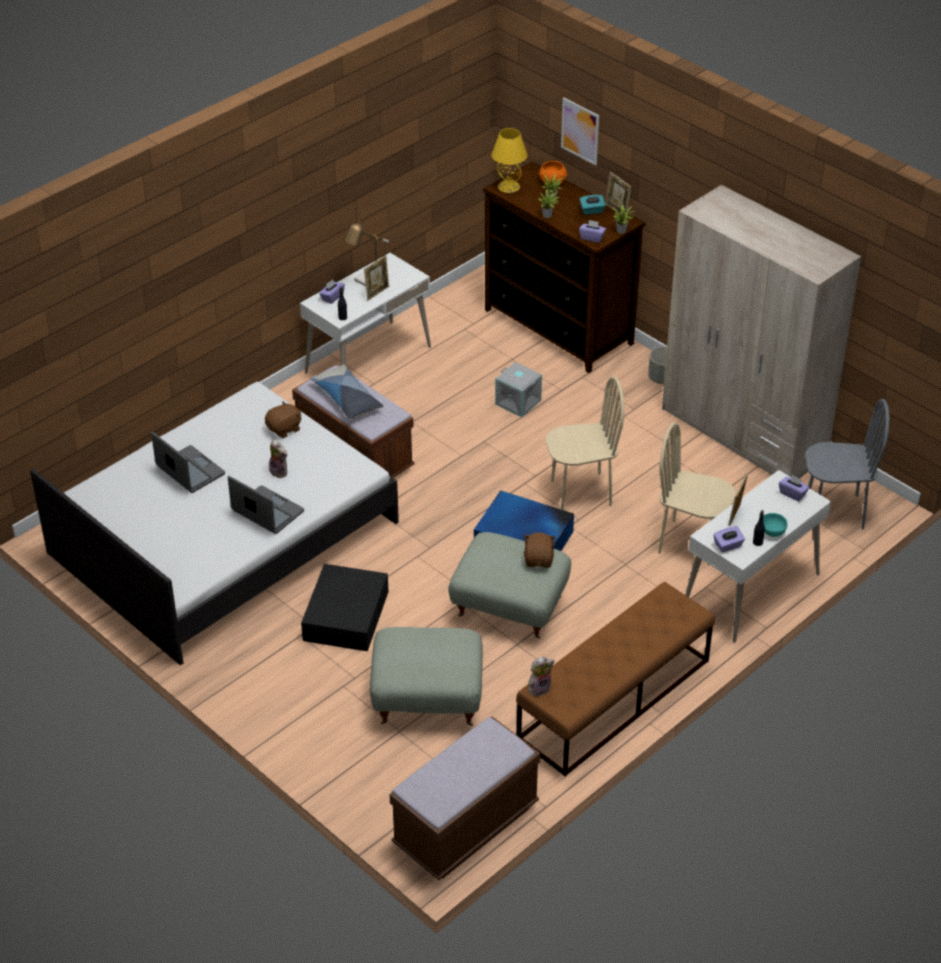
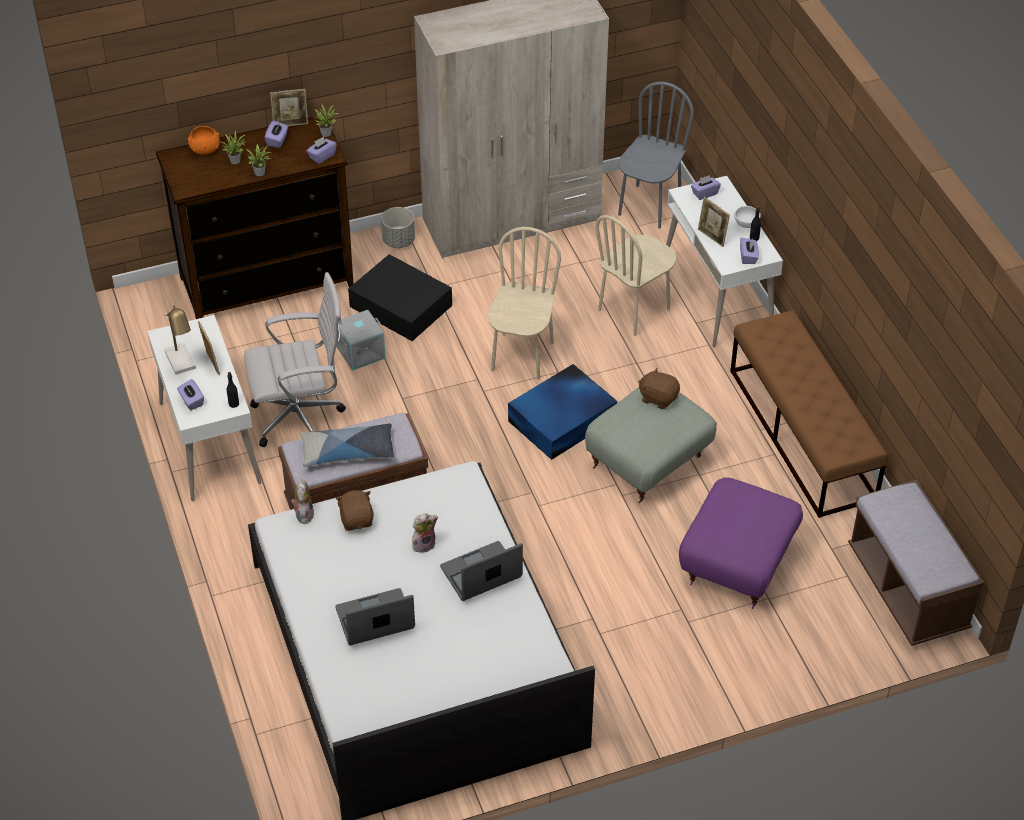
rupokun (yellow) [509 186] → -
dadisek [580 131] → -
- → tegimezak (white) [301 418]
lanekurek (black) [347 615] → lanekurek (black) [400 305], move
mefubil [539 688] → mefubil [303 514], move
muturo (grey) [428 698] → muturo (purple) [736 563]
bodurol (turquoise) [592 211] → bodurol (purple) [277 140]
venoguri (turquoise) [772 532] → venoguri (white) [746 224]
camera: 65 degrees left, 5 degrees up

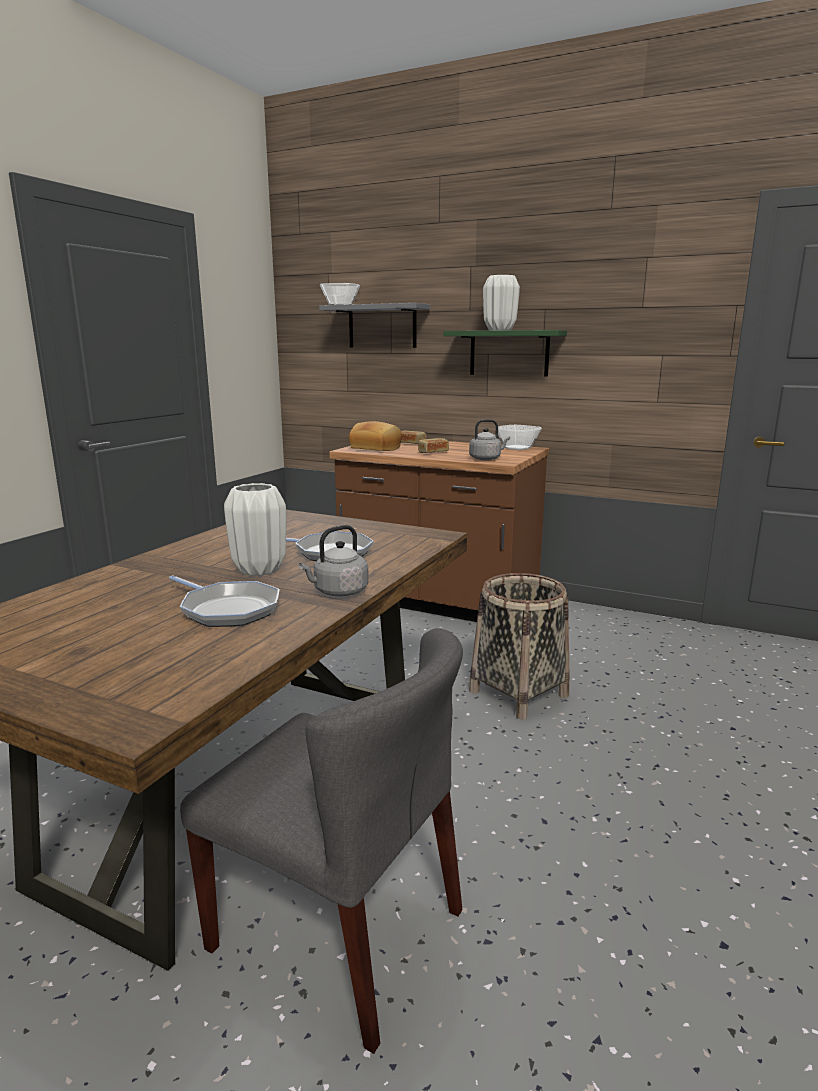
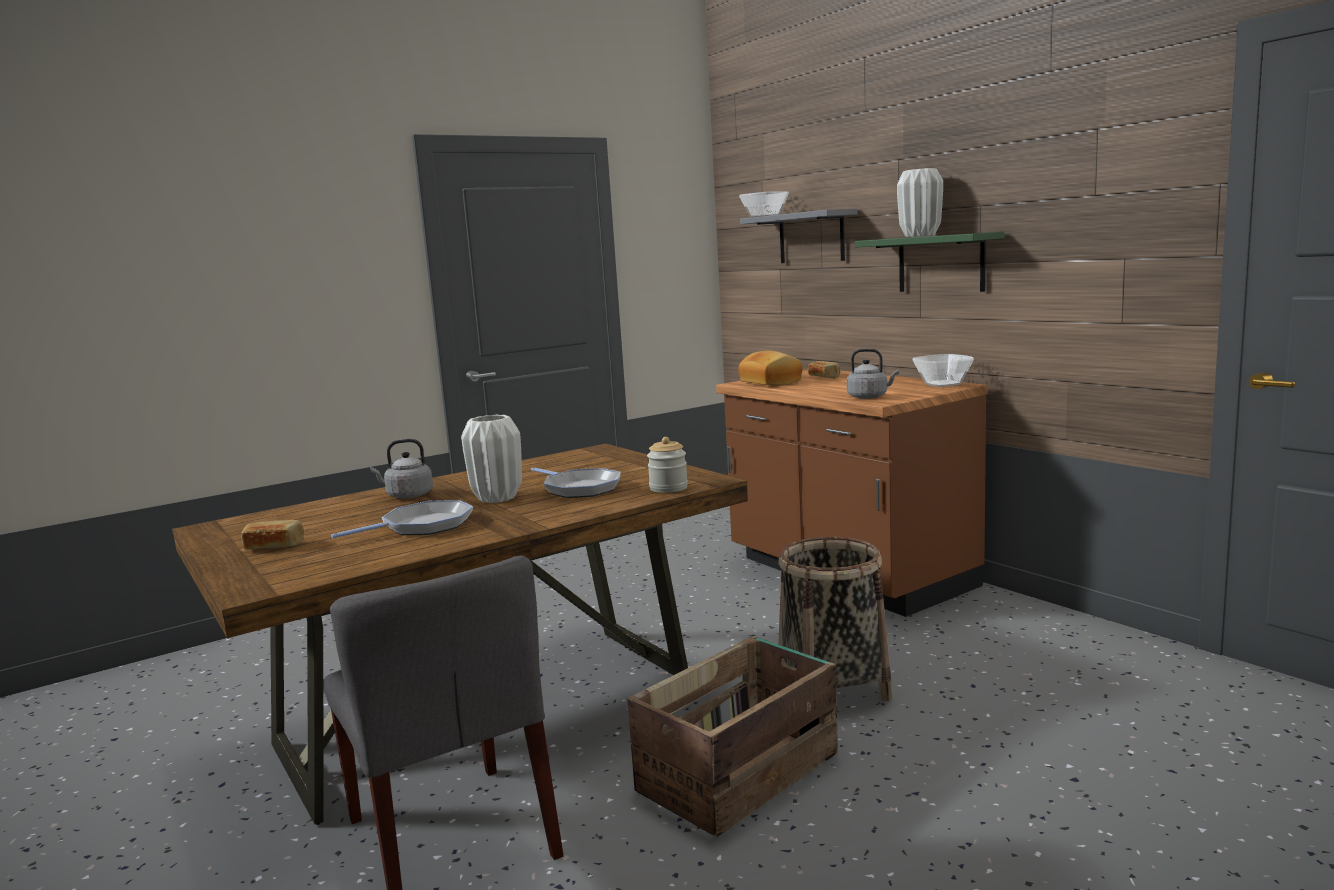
- → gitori [741 772]
- → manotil [668 488]
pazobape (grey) [338 592] → pazobape (grey) [407 495], move
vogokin [432 452] → vogokin [275 546], move
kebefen [227 609] → kebefen [422 526], 105 degrees counterclockwise
camera: 30 degrees right, 5 degrees down

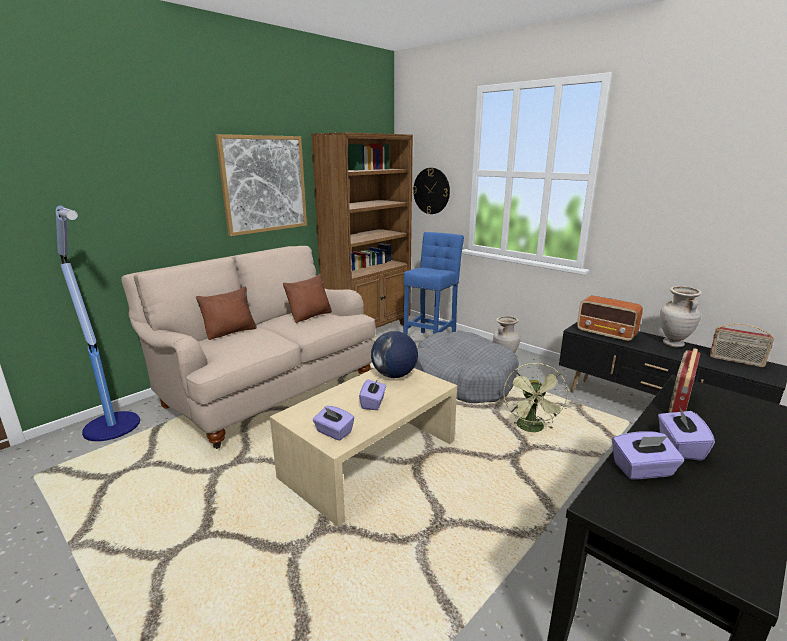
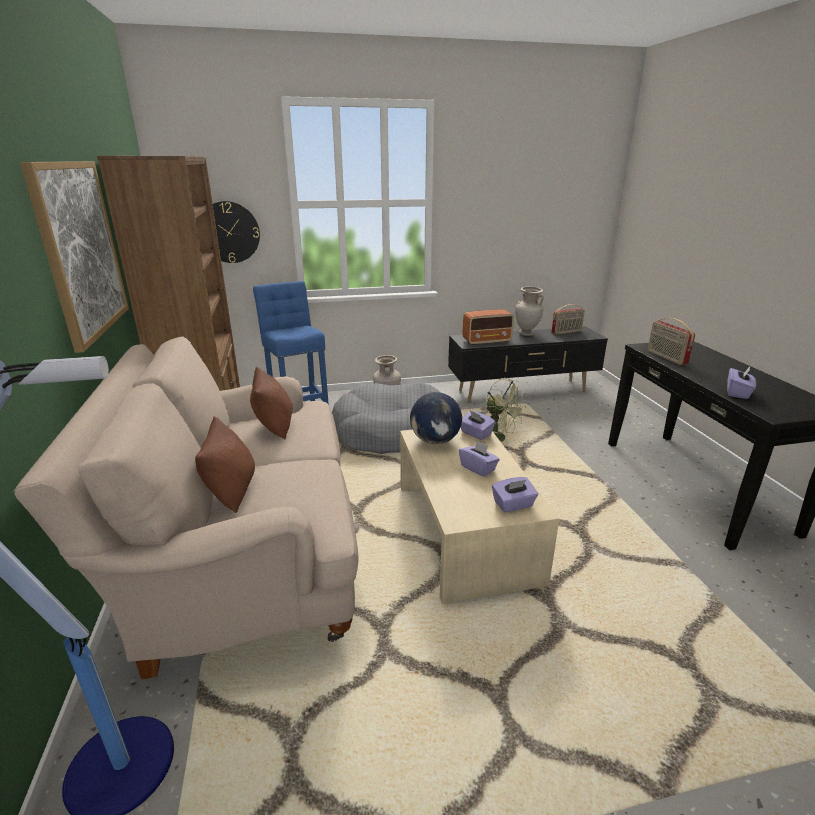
bodurol (purple) [679 447] → bodurol (purple) [475 433], move
camera: 55 degrees left, 5 degrees up

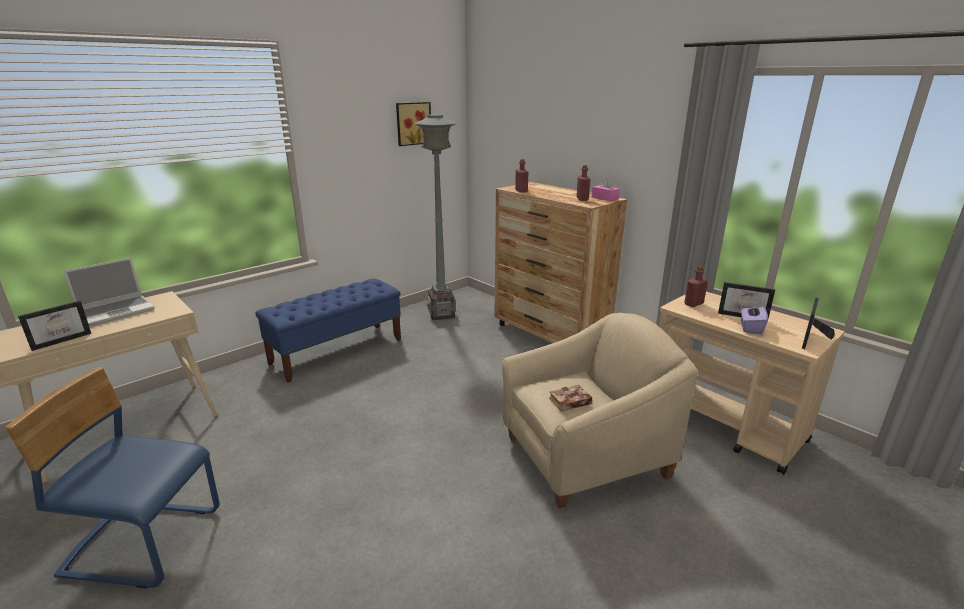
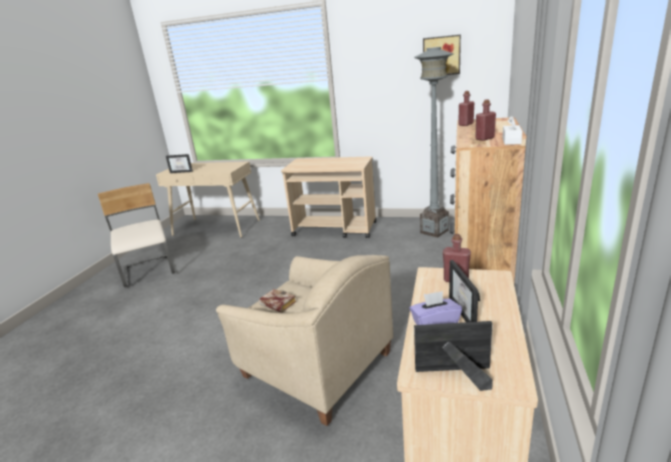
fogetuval [117 311] → -
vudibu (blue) [337 351] → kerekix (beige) [335 229]
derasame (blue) [145 542] → derasame (beige) [149 271]
bodurol (pink) [605 198] → bodurol (white) [511 141]
camera: 60 degrees right, 0 degrees up

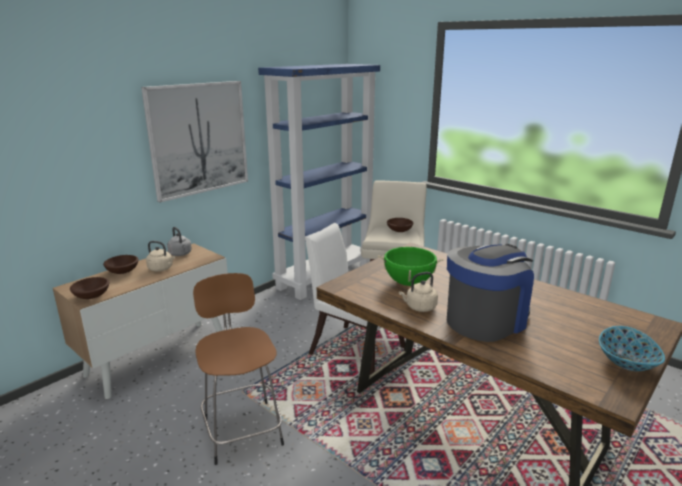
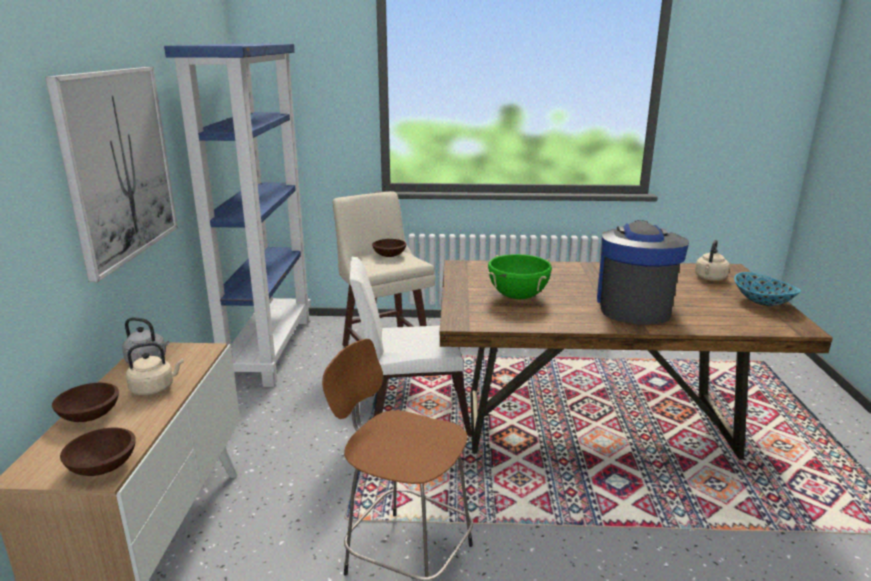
pazobape (beige) [419 307] → pazobape (beige) [709 278], move
camera: 40 degrees left, 0 degrees up

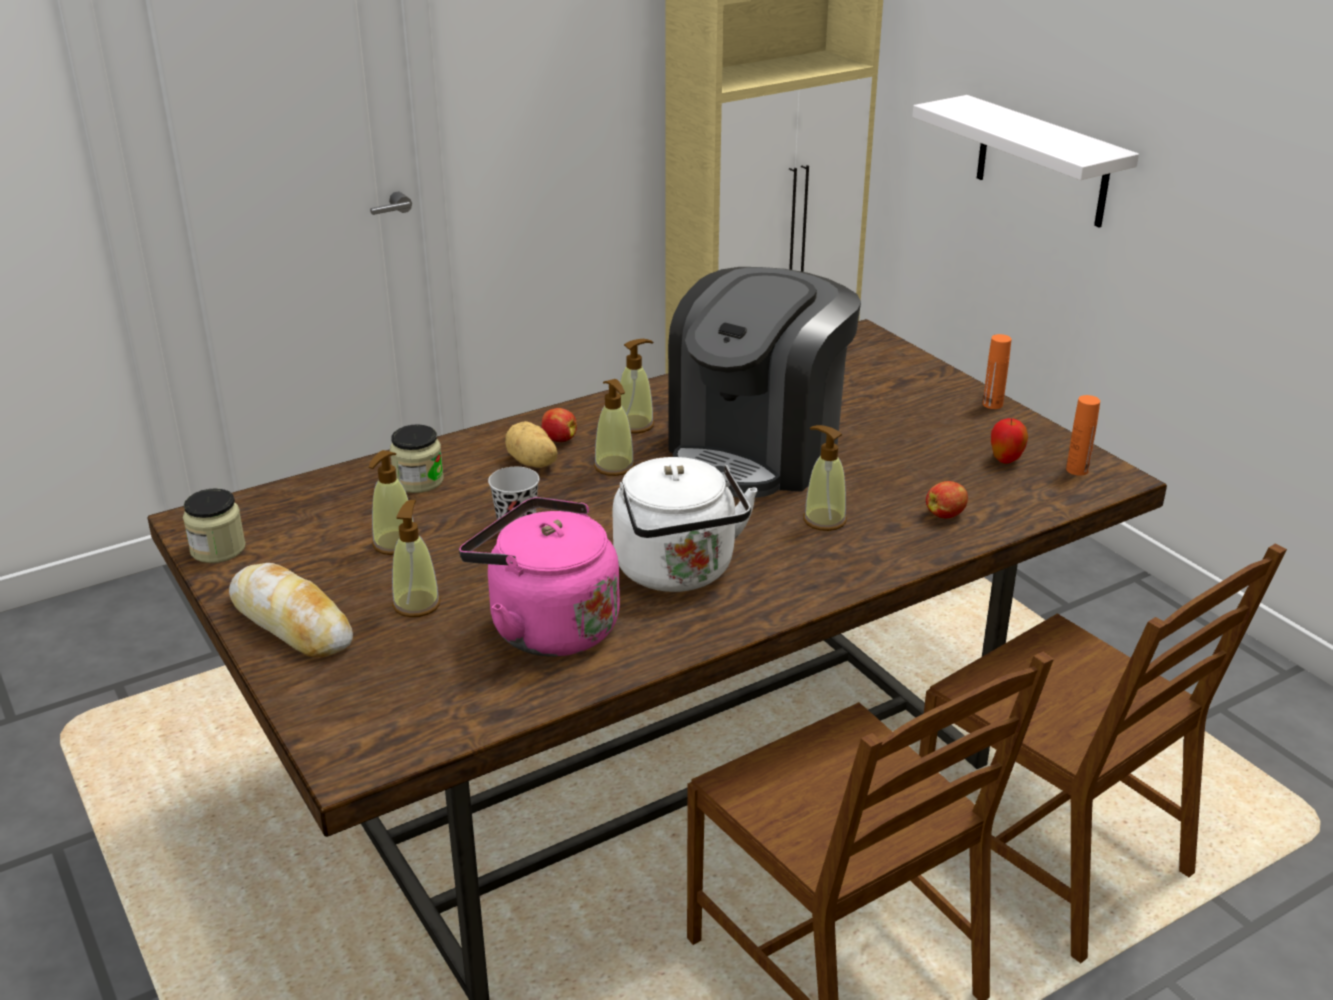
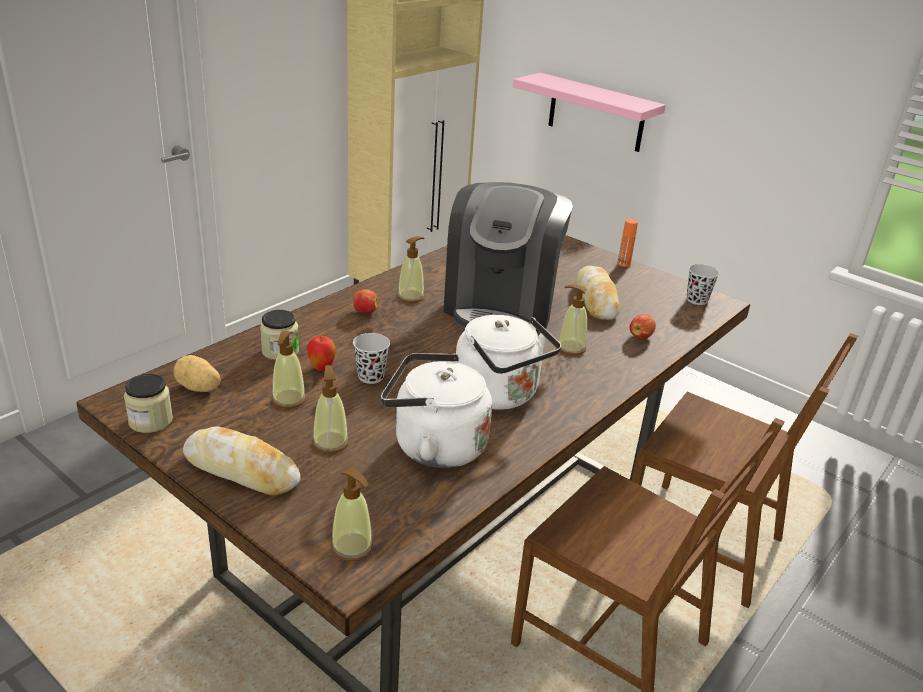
- → vogokin [596 300]
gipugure [532 463] → gipugure [198 388], move
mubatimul [614 467] → mubatimul [352 547], move
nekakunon [1006 460] → nekakunon [321 368], move
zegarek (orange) [1077 470] → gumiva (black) [697 300]
pazobape (pink) [546 626] → pazobape (white) [433 446]
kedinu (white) [1042 162] → kedinu (pink) [596 113]
camera: 20 degrees left, 0 degrees up

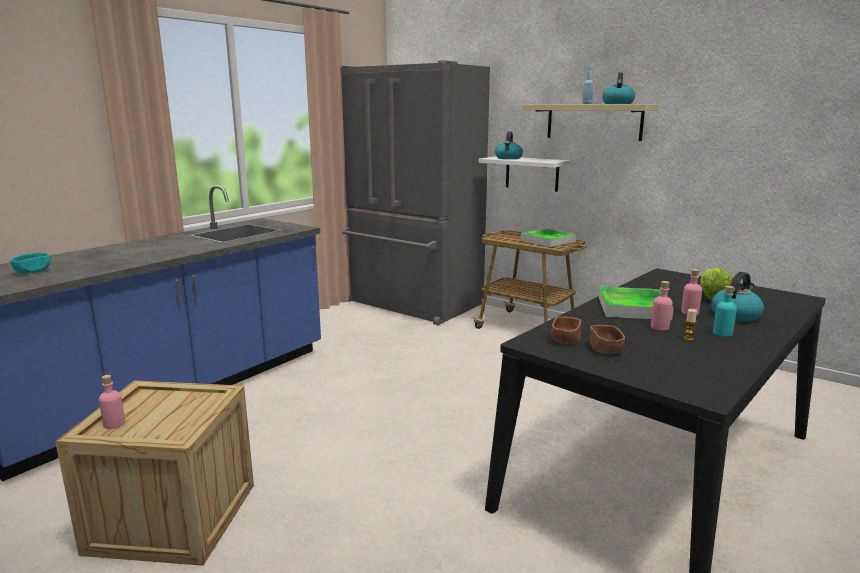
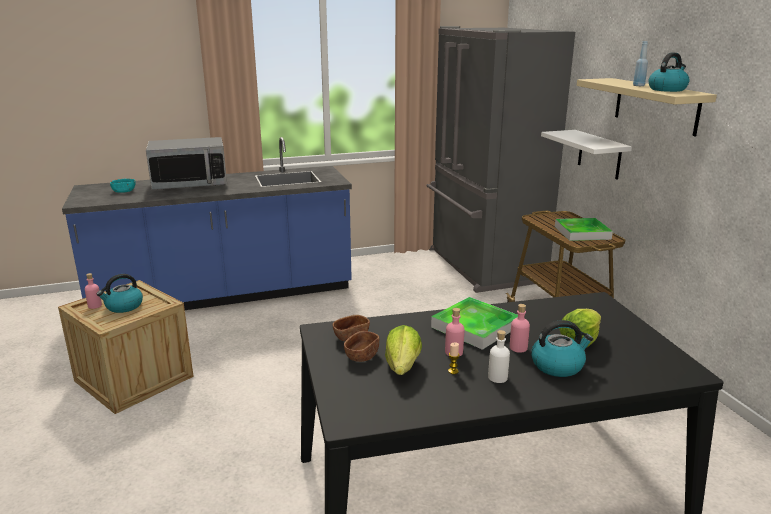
- → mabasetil [190 183]
- → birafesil [402 367]
pazobape [508 158] → pazobape [123 306], move
zegarek (turquoise) [722 333] → zegarek (white) [497 377]
camera: 35 degrees right, 5 degrees up

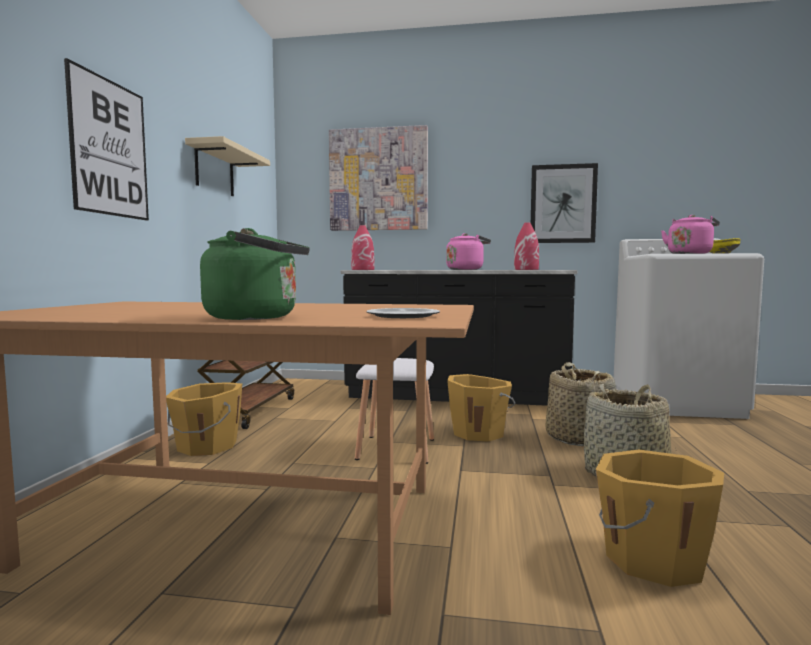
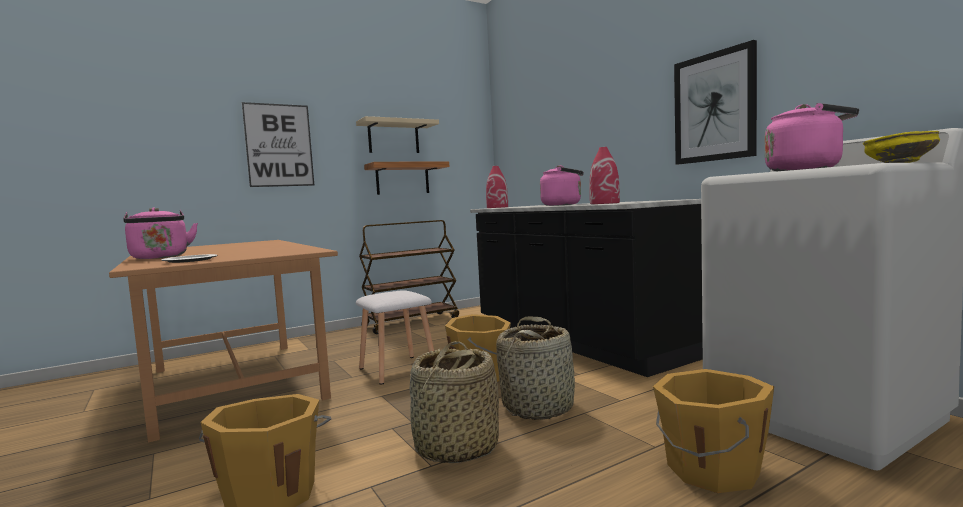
dadisek [378 180] → -
- → kedinu [402 179]
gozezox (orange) [206 446] → gozezox (orange) [710 470], move
pazobape (green) [258 317] → pazobape (pink) [160 257]
camera: 50 degrees right, 0 degrees up

